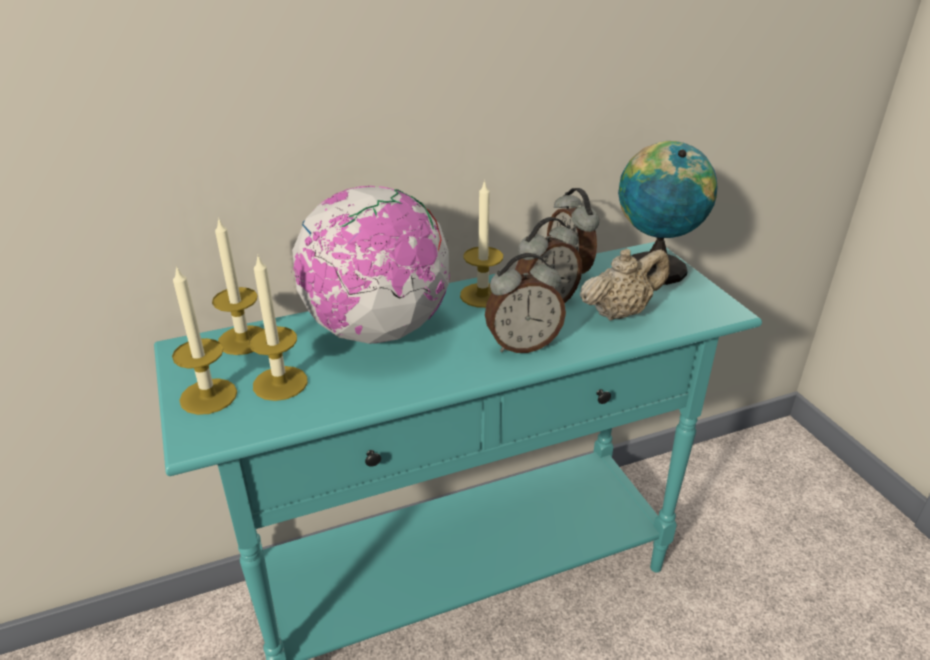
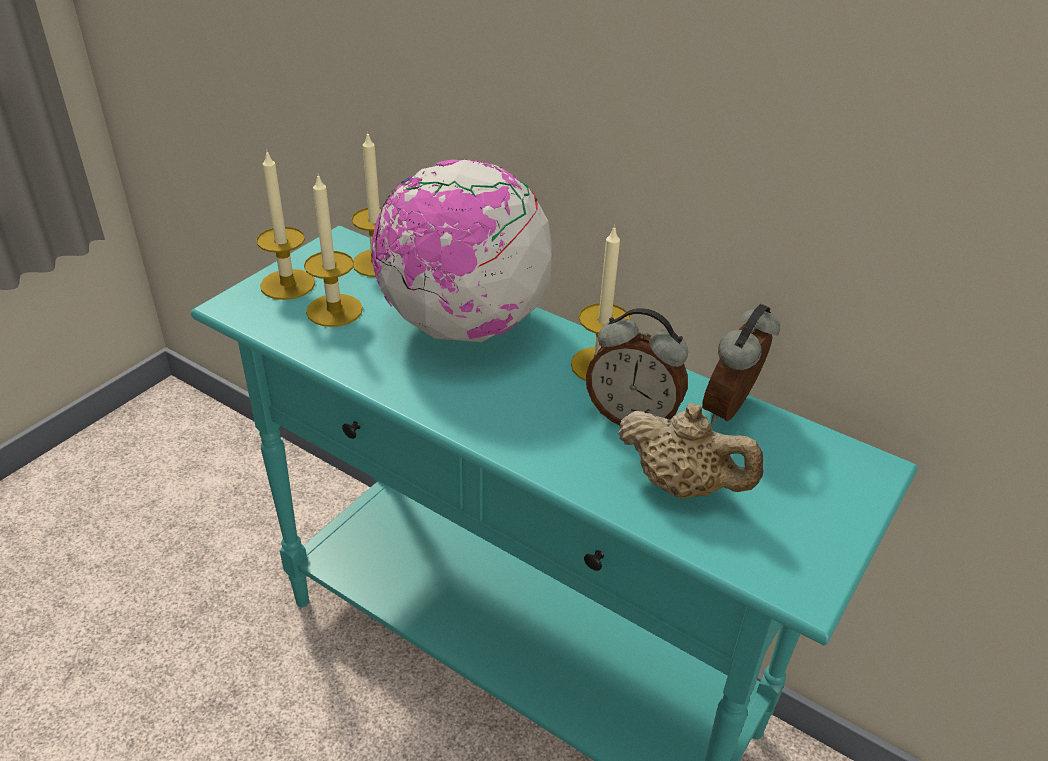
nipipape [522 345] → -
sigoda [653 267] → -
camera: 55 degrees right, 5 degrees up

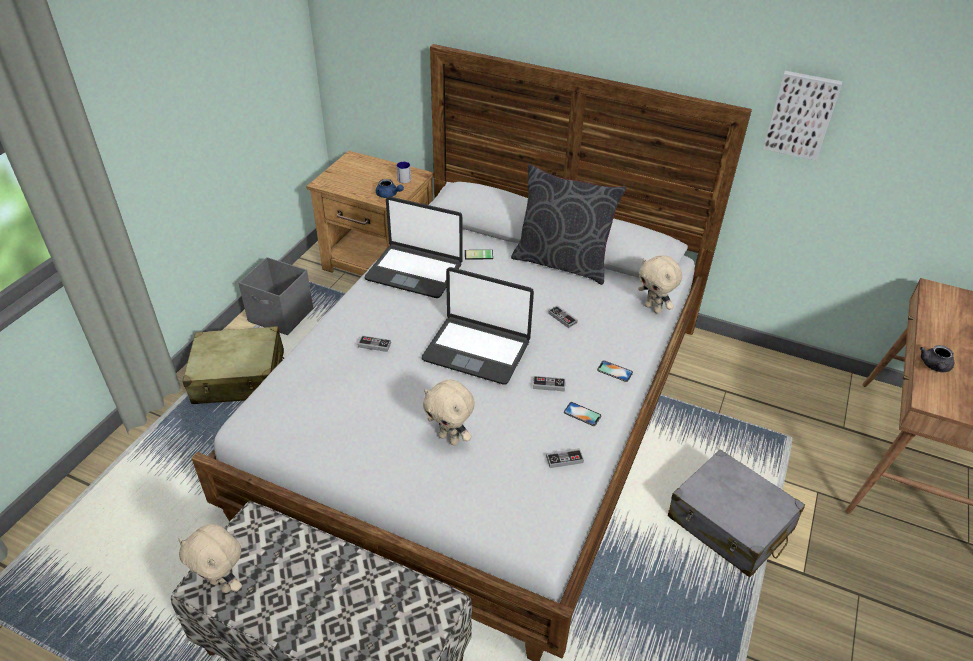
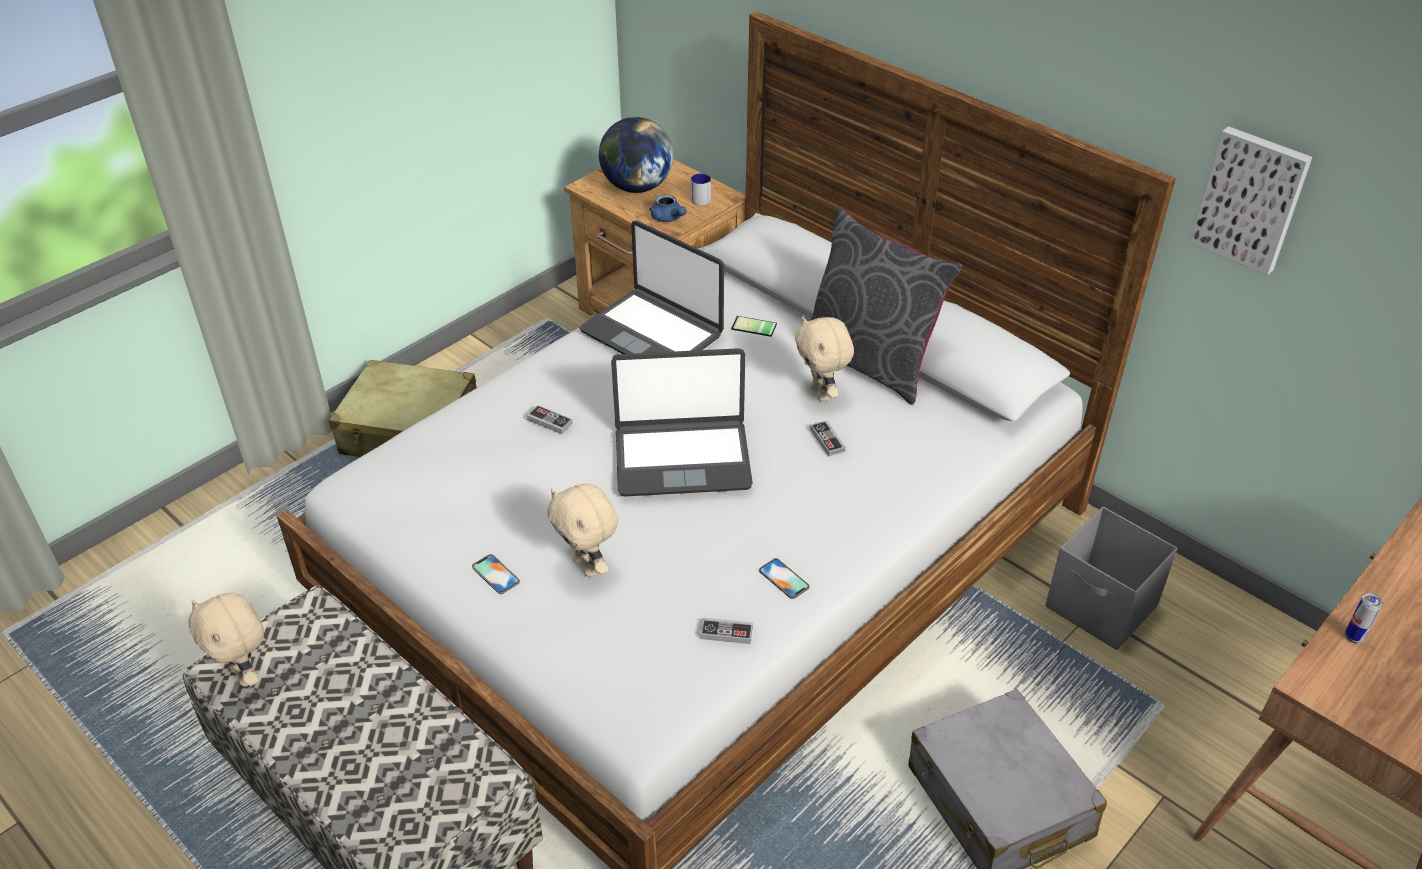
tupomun [549 385] → -
- → sigoda [637 187]
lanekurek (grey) [281 316] → lanekurek (grey) [1101 608], move
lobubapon [614 371] → lobubapon [495 574], move
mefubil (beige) [653 308] → mefubil (beige) [821 394], move
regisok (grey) [934 367] → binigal [1353 637]
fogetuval [477 350] → fogetuval [682 458], 45 degrees counterclockwise
camera: 20 degrees right, 0 degrees up

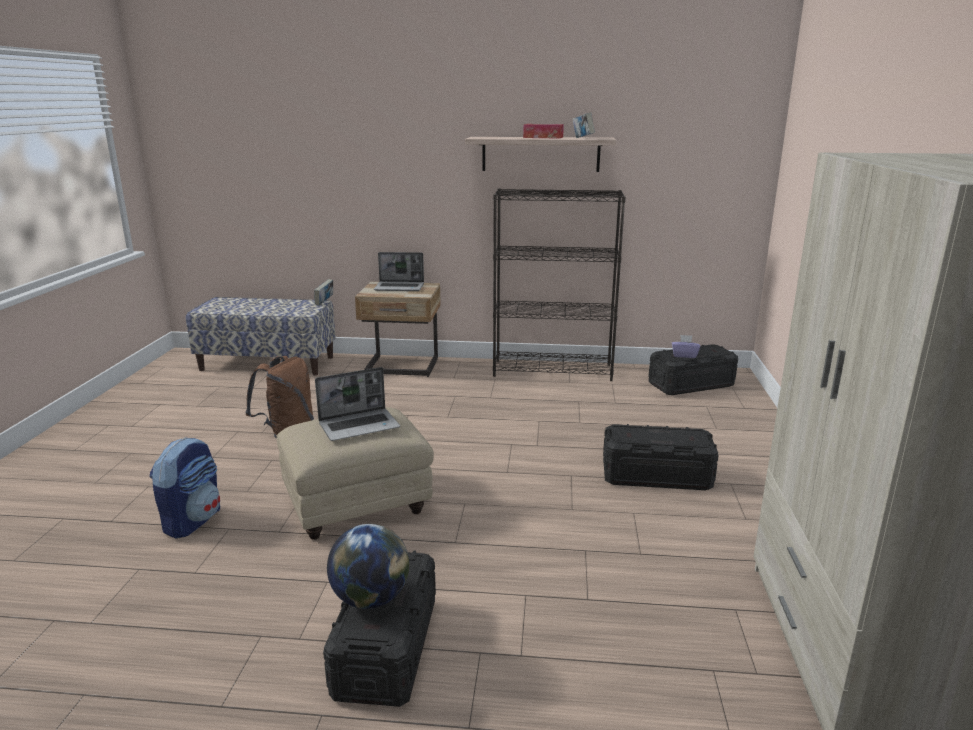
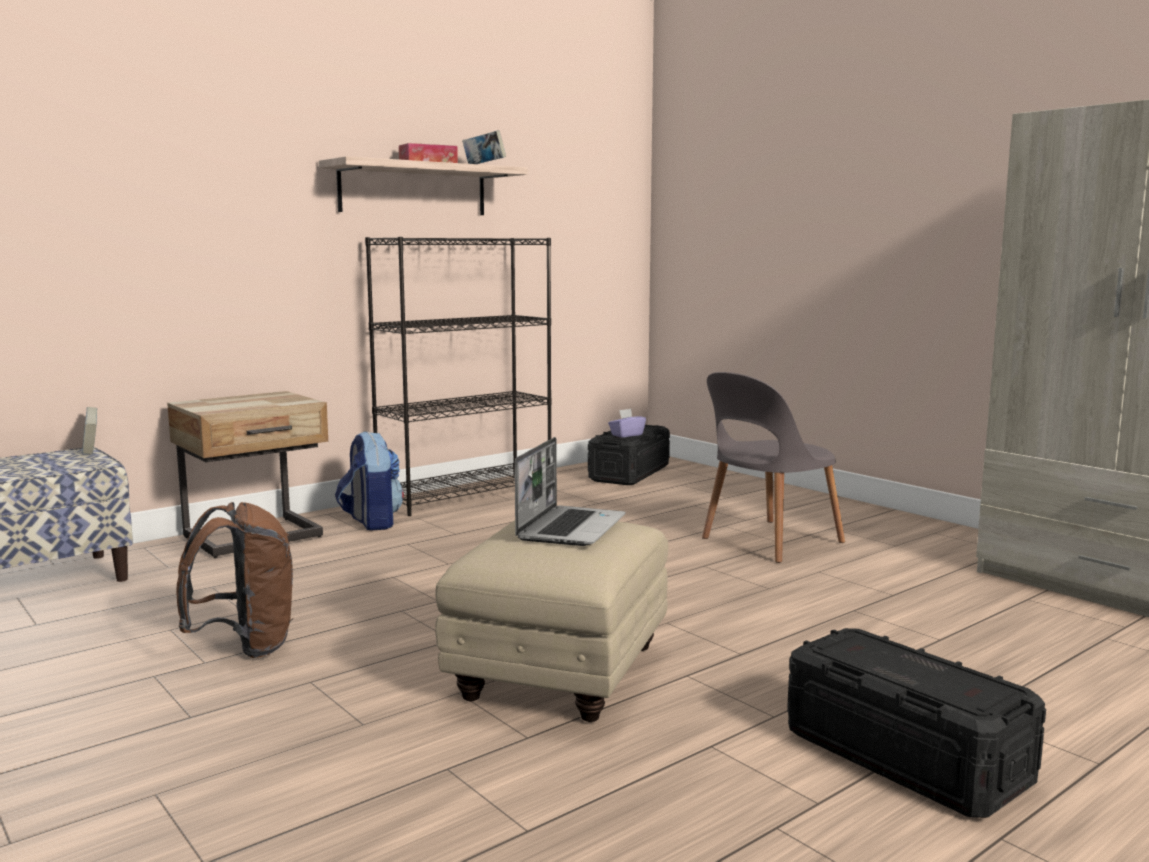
sigoda [371 599] → -
fogetuval [400 287] → -
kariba [192 520] → kariba [371 522], move
lanekurek (black) [656 475] → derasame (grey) [768 541]
camera: 45 degrees left, 10 degrees down

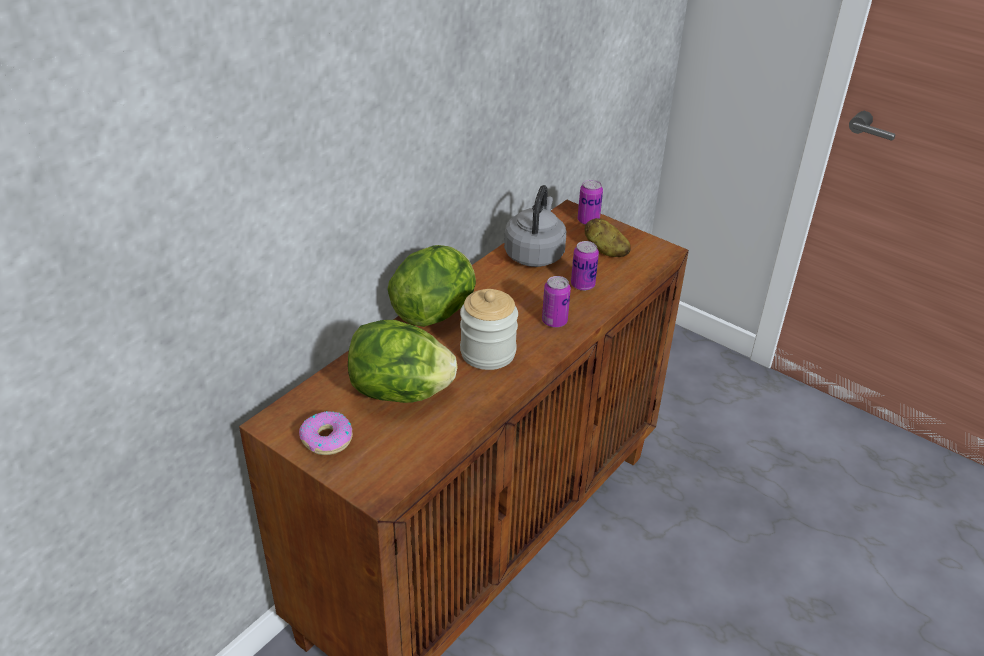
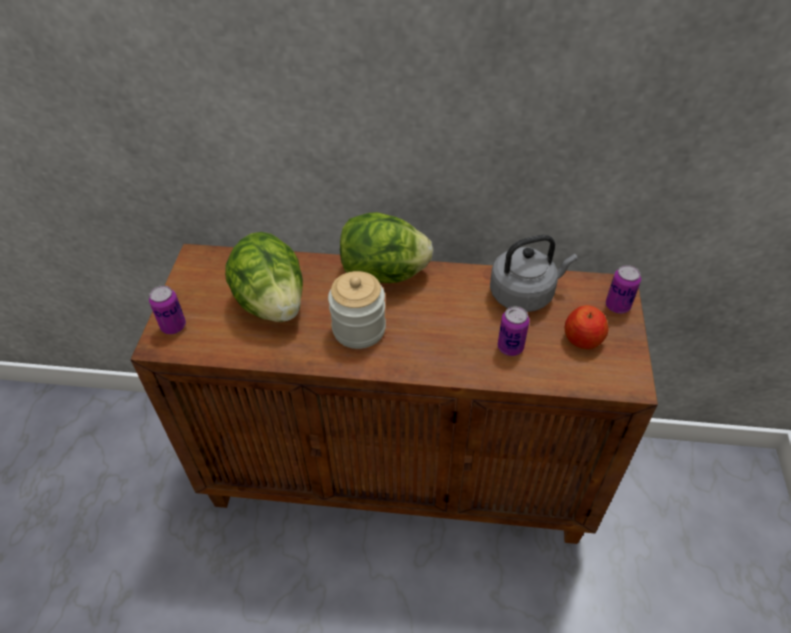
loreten [327 439] → -
binigal [554 321] → binigal [173 326], move
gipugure [605 250] → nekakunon [582 339]
camera: 60 degrees right, 10 degrees up

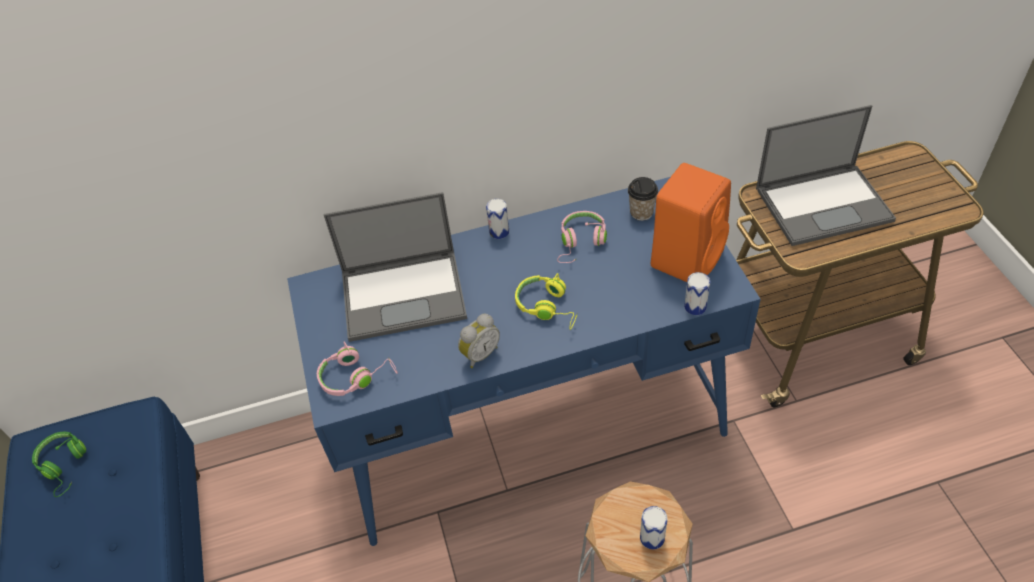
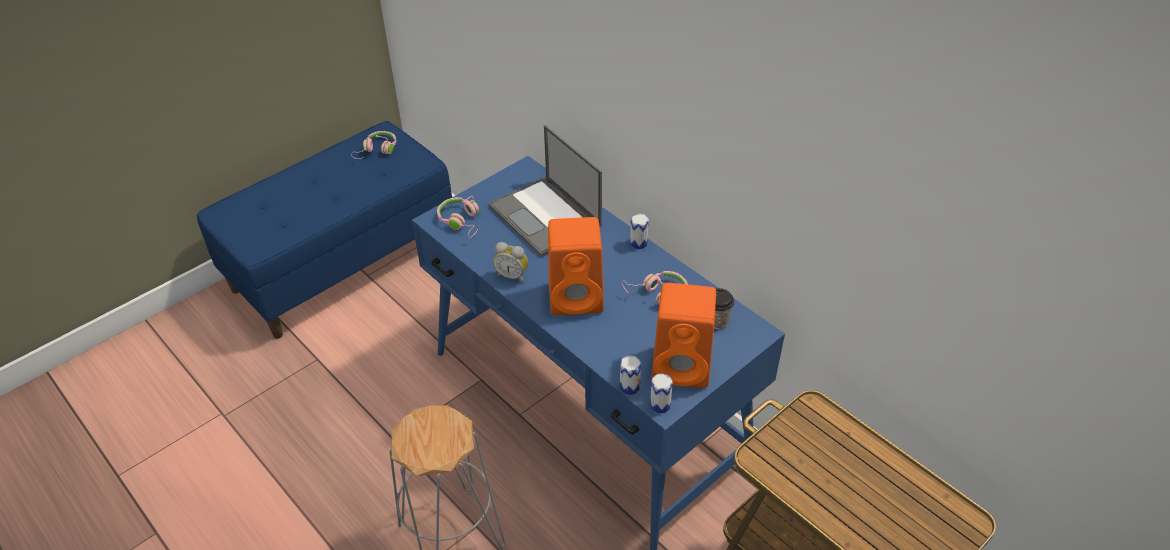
fogetuval [824 204] → -
binigal [652 538] → binigal [660 405], move
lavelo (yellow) [548 307] → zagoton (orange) [578 297]
lavelo (green) [64 465] → lavelo (pink) [377 150]
camera: 60 degrees right, 5 degrees down

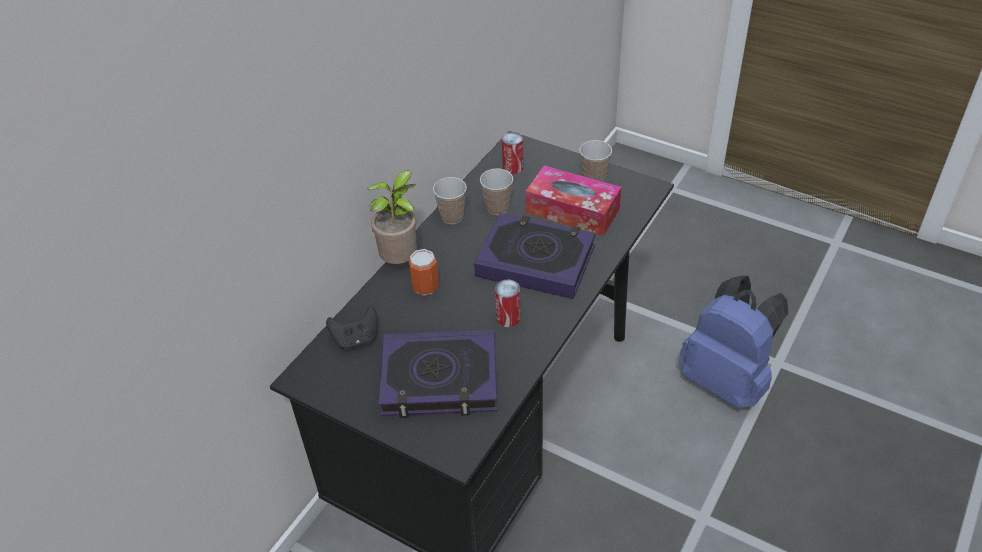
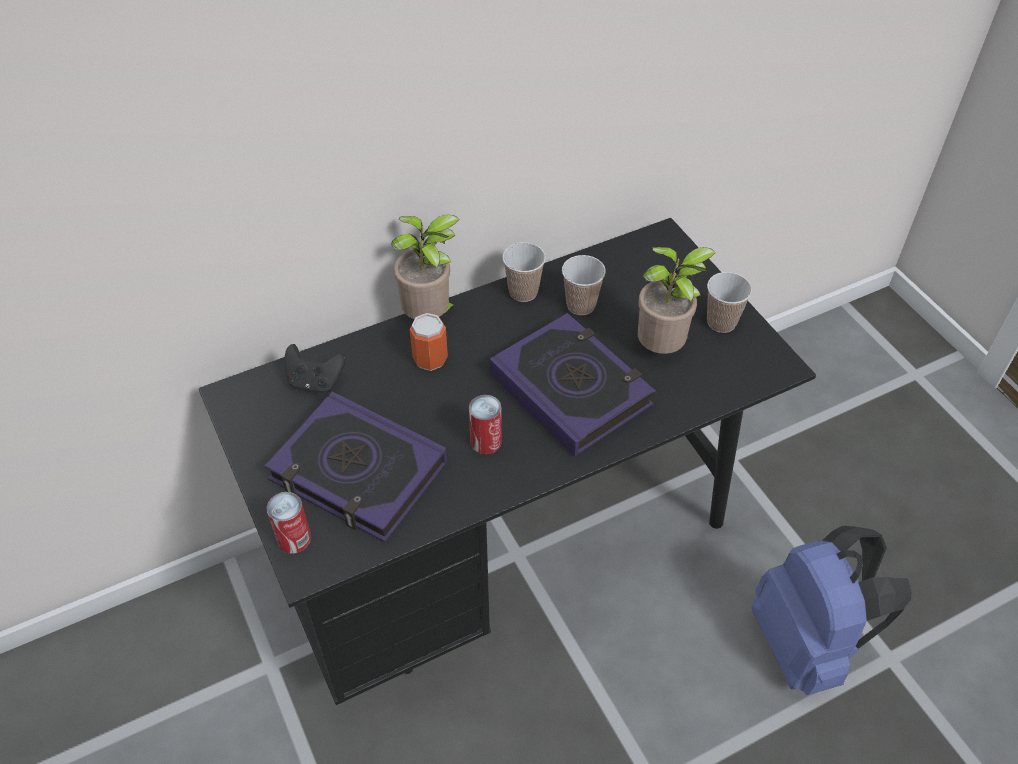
binigal [513 167] → binigal [294 538], move
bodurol [572 211] → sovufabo [663 349]
camera: 30 degrees right, 5 degrees up

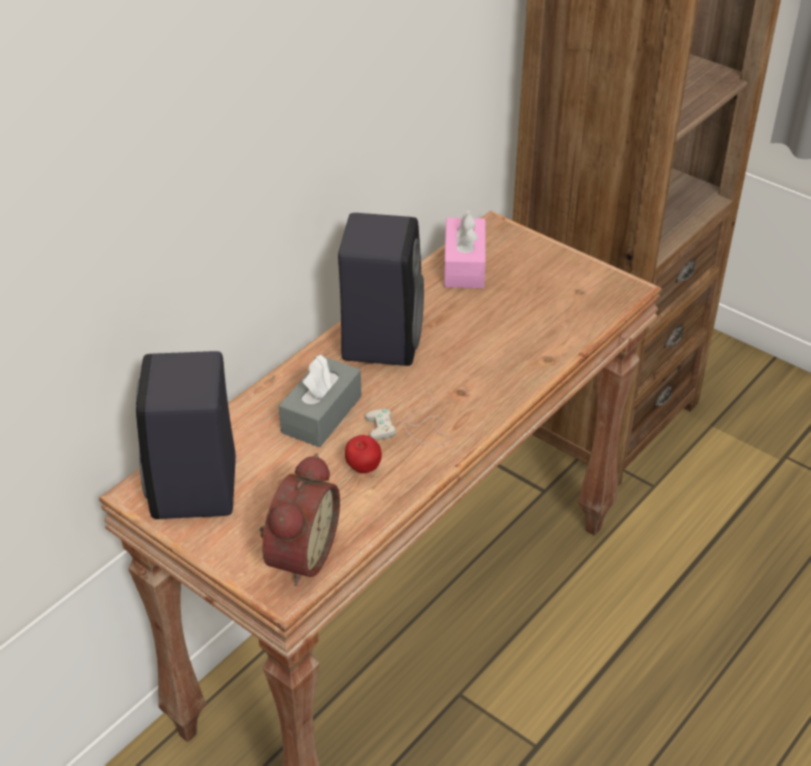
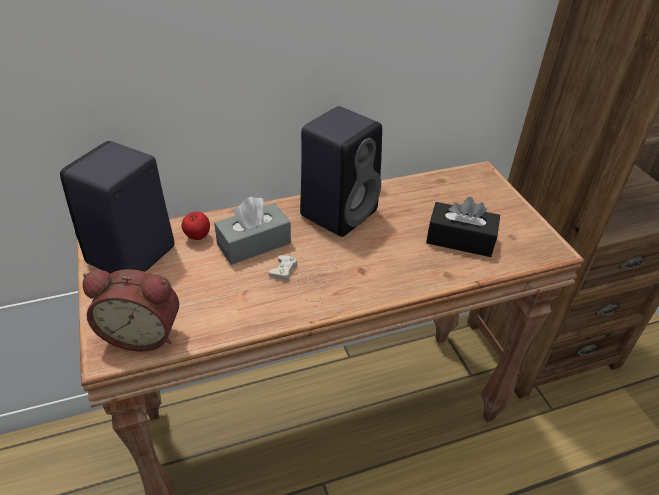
bodurol (pink) [464 265] → -
- → bodurol (black) [460 239]
nekakunon [363 469] → nekakunon [197 237], move
nipipape [298 555] → nipipape [143 333], 45 degrees clockwise
camera: 30 degrees right, 0 degrees up

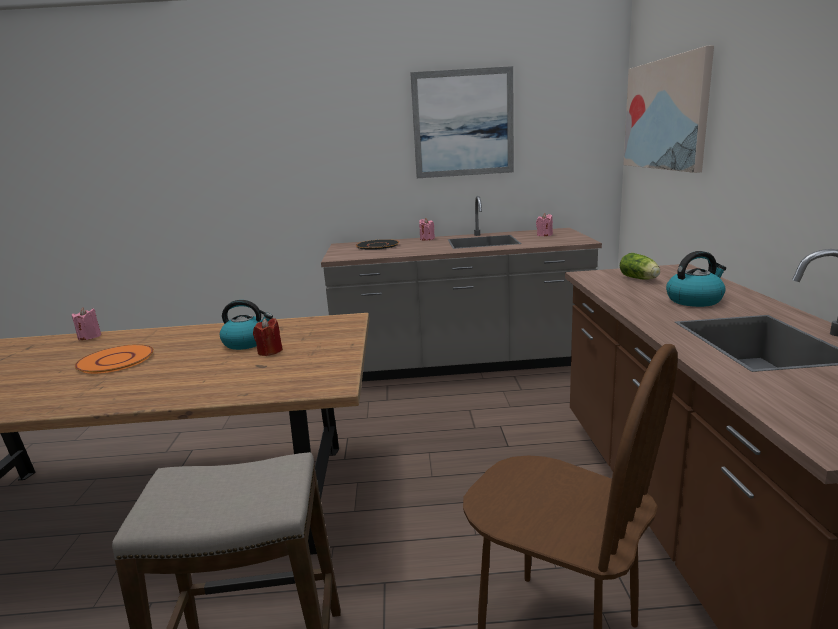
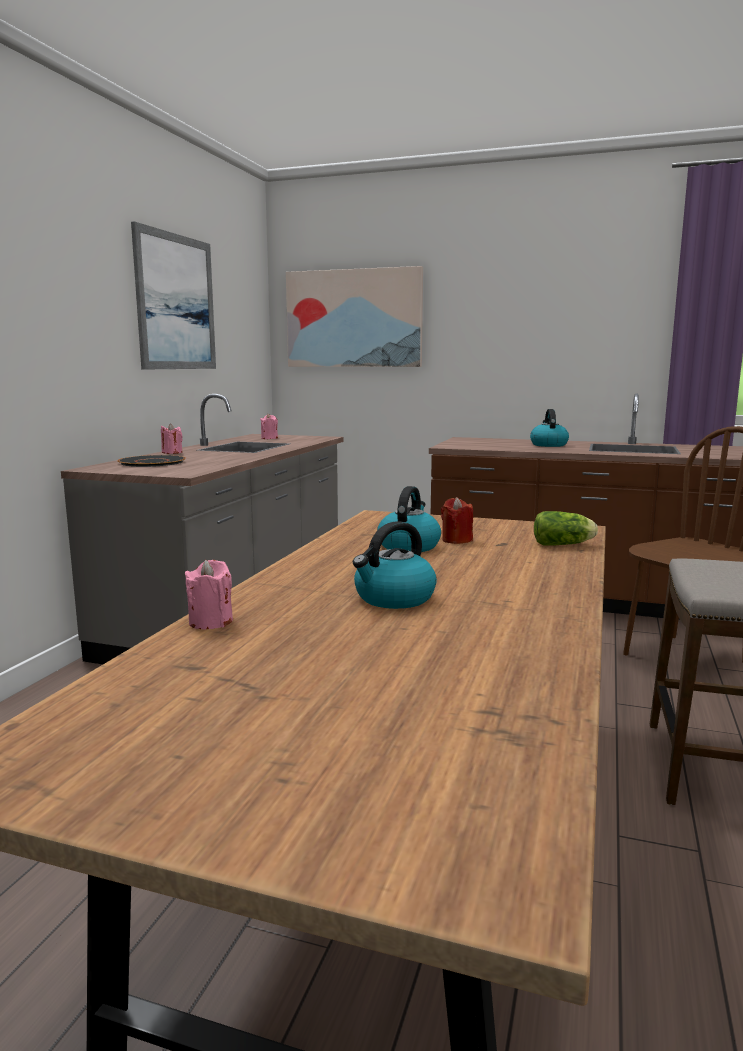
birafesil [640 279] → birafesil [564 544], move
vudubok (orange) [116 360] → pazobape [394 598]
camera: 70 degrees left, 5 degrees down

